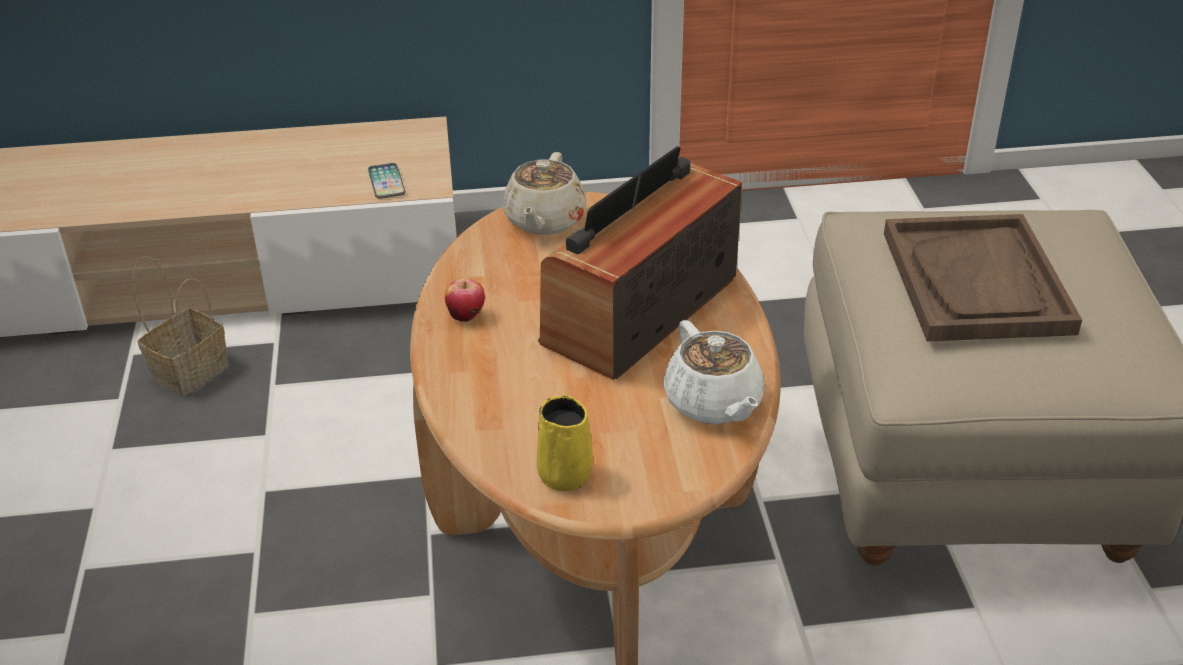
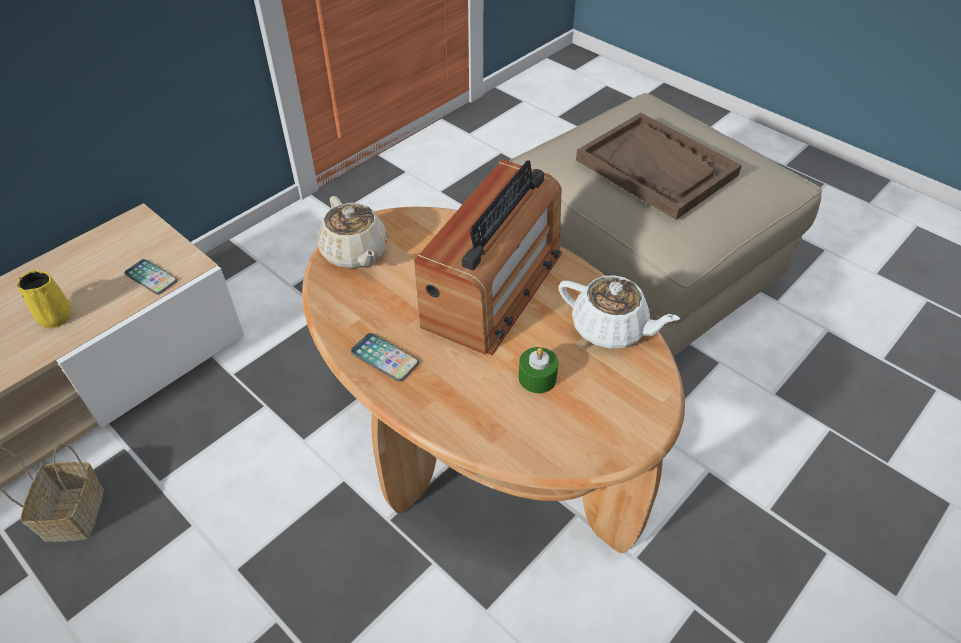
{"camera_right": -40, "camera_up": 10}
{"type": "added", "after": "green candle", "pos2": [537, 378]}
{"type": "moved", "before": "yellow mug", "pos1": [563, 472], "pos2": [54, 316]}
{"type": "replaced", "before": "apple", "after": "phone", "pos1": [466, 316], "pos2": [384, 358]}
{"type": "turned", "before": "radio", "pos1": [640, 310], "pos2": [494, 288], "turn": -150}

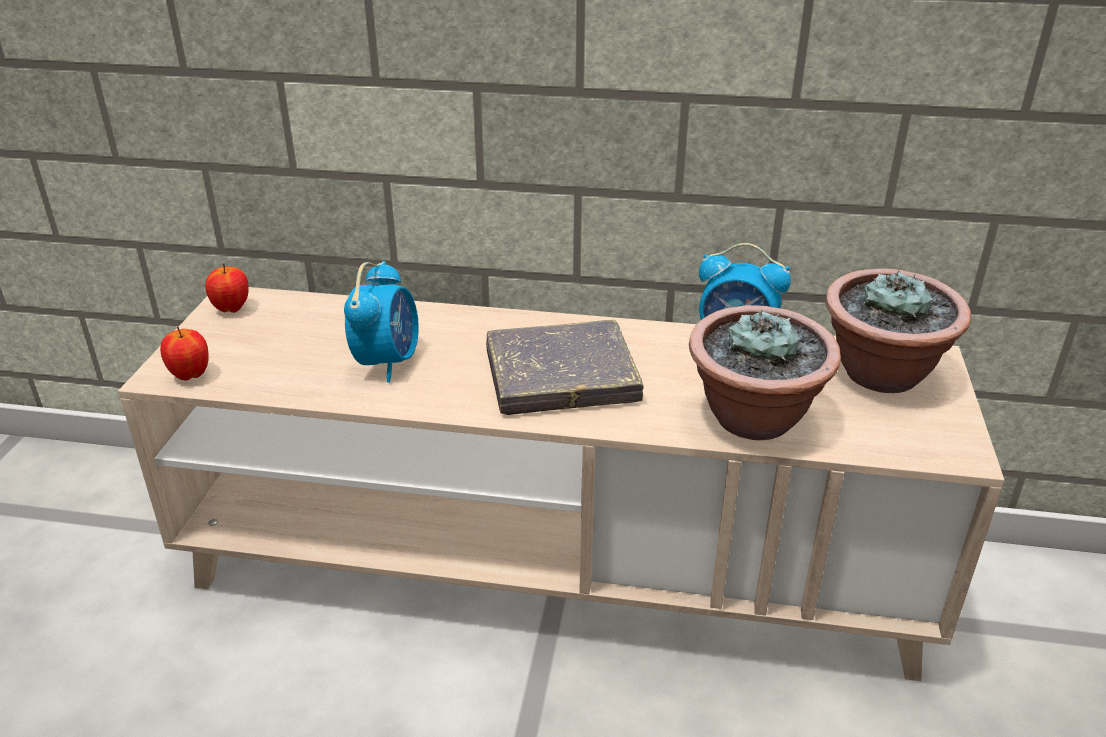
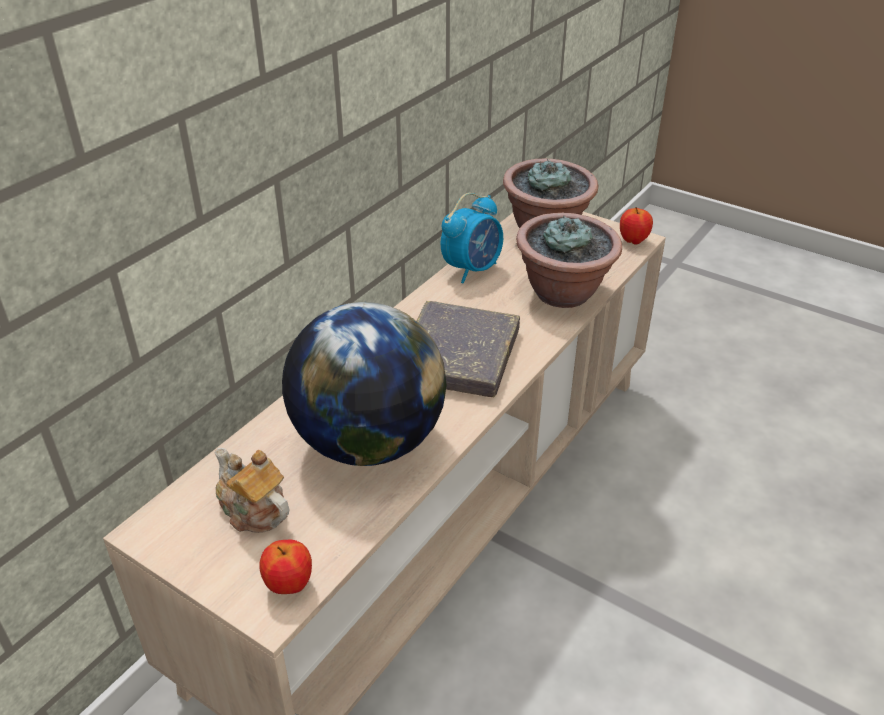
{"camera_right": -65, "camera_up": 5}
{"type": "added", "after": "teapot", "pos2": [253, 510]}
{"type": "moved", "before": "apple", "pos1": [231, 309], "pos2": [633, 241]}
{"type": "replaced", "before": "alarm clock", "after": "globe", "pos1": [387, 362], "pos2": [368, 442]}

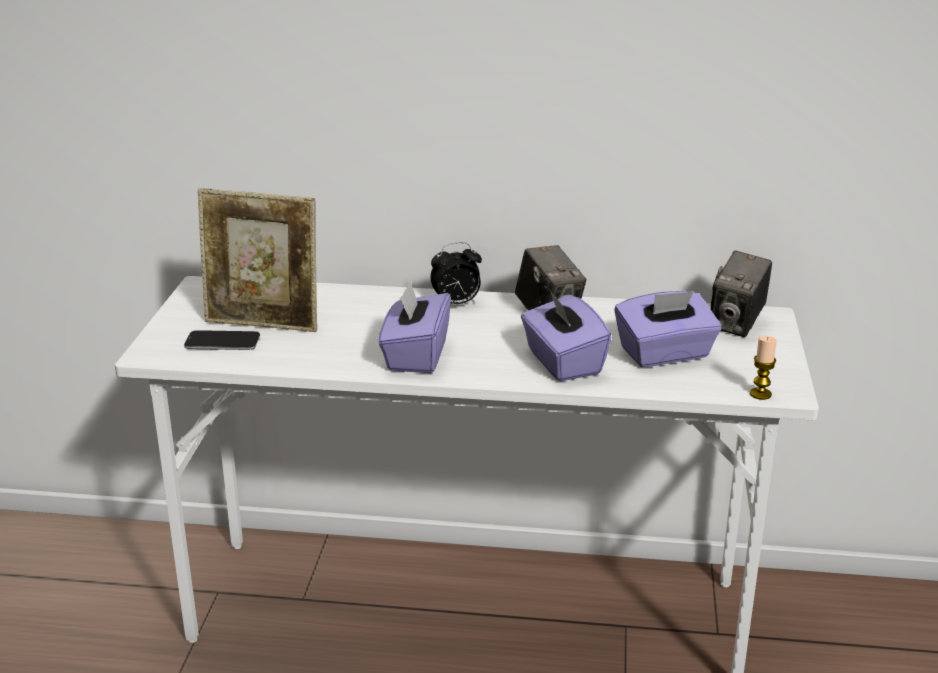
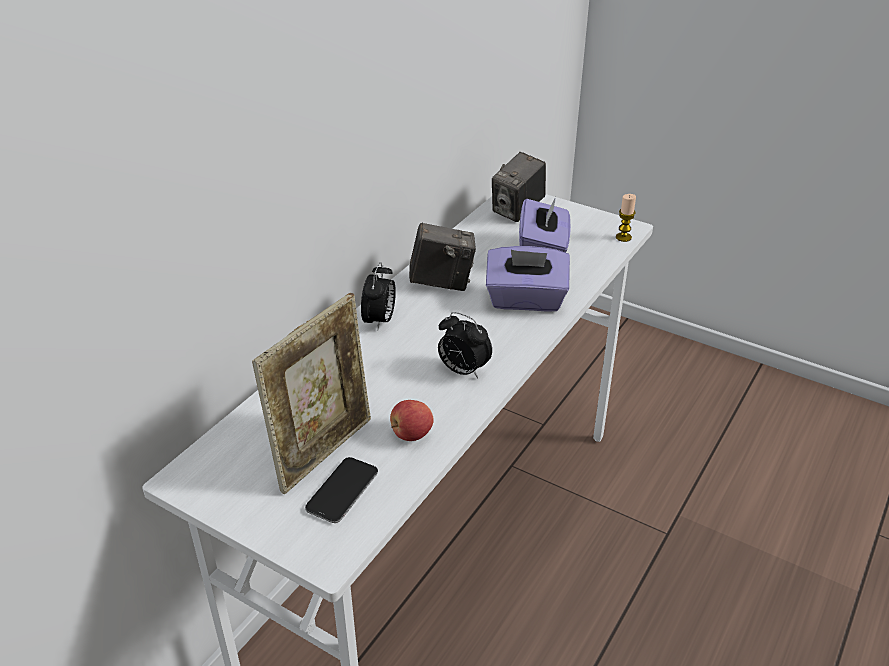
{"camera_right": -65, "camera_up": 10}
{"type": "added", "after": "apple", "pos2": [411, 434]}
{"type": "replaced", "before": "purple tissue box", "after": "alarm clock", "pos1": [416, 355], "pos2": [462, 370]}
{"type": "turned", "before": "photo camera", "pos1": [736, 324], "pos2": [517, 211], "turn": 75}

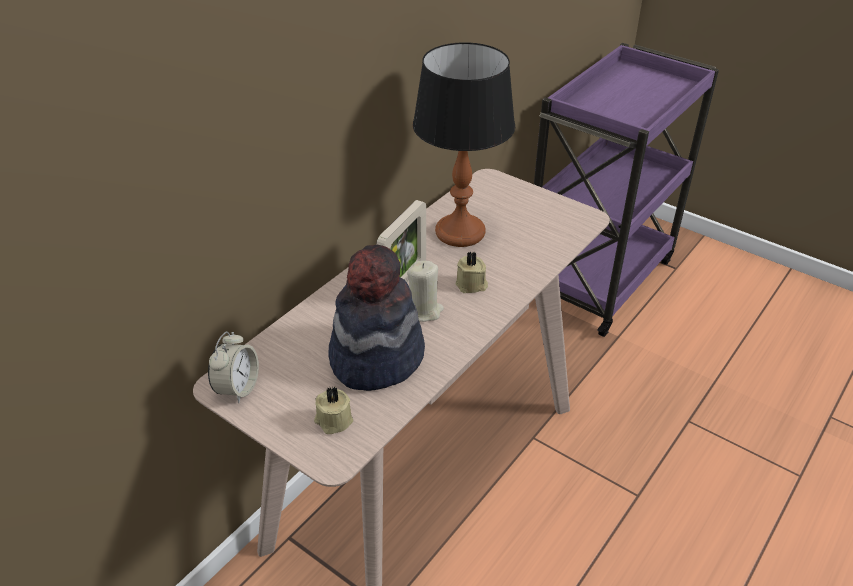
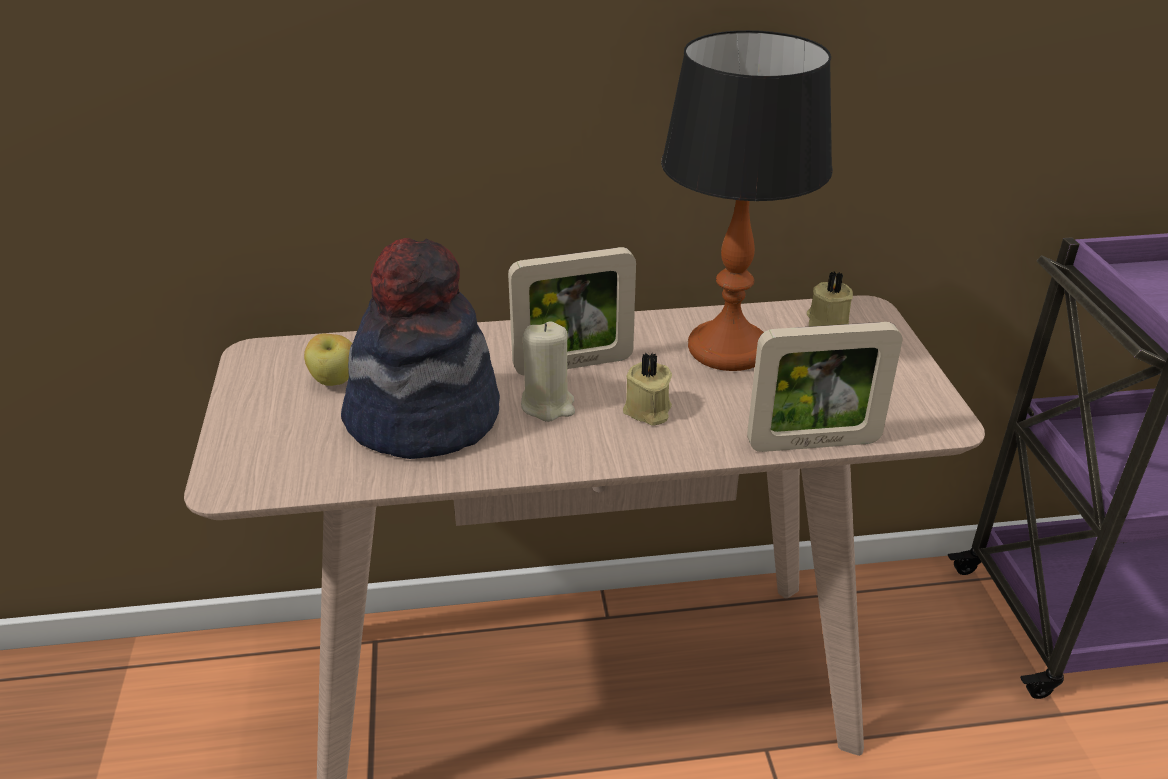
{"camera_right": 45, "camera_up": -5}
{"type": "removed", "before": "alarm clock", "pos1": [237, 388]}
{"type": "added", "after": "apple", "pos2": [334, 381]}
{"type": "added", "after": "picture frame", "pos2": [813, 443]}
{"type": "moved", "before": "beige candle", "pos1": [333, 421], "pos2": [827, 322]}

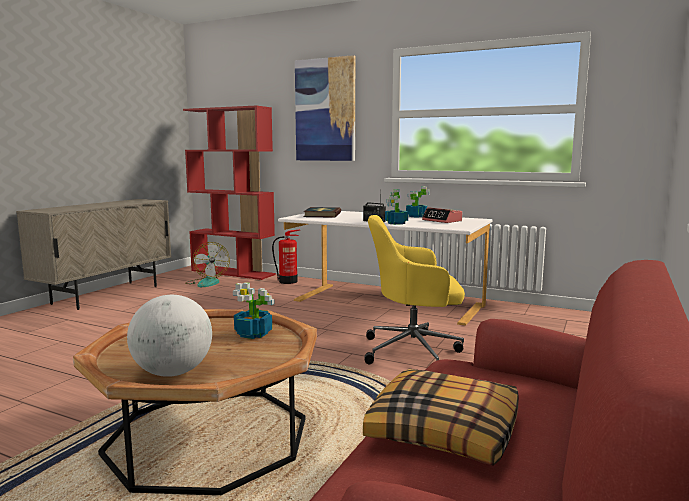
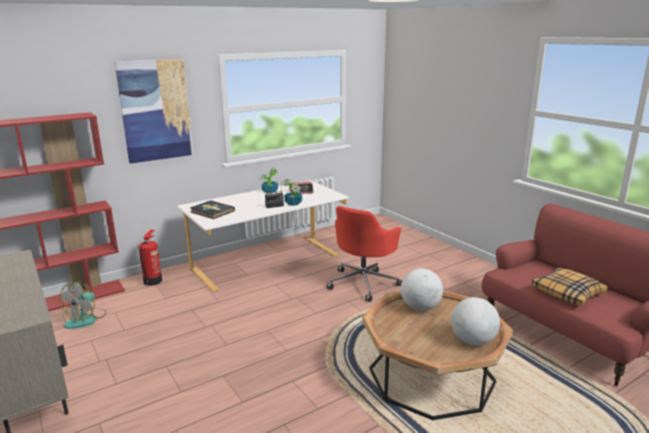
{"camera_right": -60, "camera_up": 10}
{"type": "replaced", "before": "potted plant", "after": "globe", "pos1": [254, 334], "pos2": [420, 307]}
{"type": "recoloured", "before": "yellow office chair", "after": "red office chair", "pos1": [414, 351], "pos2": [364, 283]}
{"type": "turned", "before": "fan", "pos1": [207, 282], "pos2": [86, 319], "turn": 105}

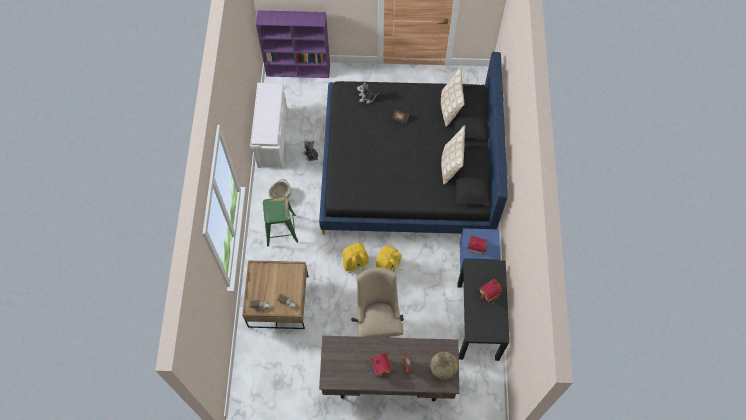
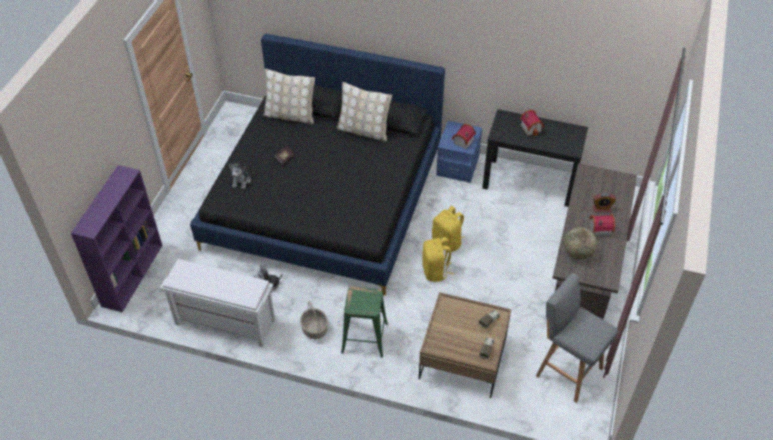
{"camera_right": -75, "camera_up": -15}
{"type": "removed", "before": "beige office chair", "pos1": [378, 323]}
{"type": "added", "after": "grey stool", "pos2": [567, 370]}
{"type": "moved", "before": "globe", "pos1": [443, 369], "pos2": [577, 253]}

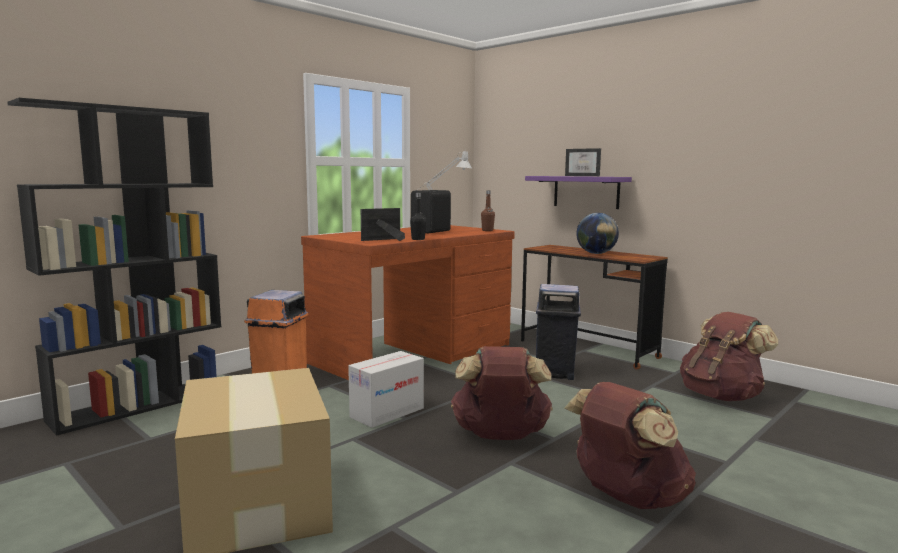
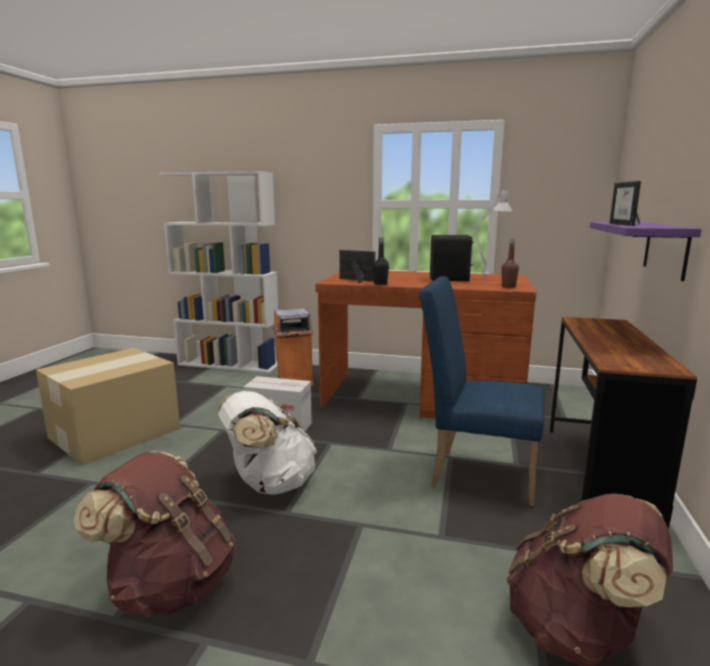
{"camera_right": 60, "camera_up": 5}
{"type": "removed", "before": "globe", "pos1": [596, 253]}
{"type": "replaced", "before": "blue trash can", "after": "blue chair", "pos1": [555, 372], "pos2": [475, 473]}
{"type": "recoloured", "before": "black bookcase", "after": "white bookcase", "pos1": [141, 404], "pos2": [230, 364]}
{"type": "recoloured", "before": "brown backpack", "after": "white backpack", "pos1": [500, 436], "pos2": [269, 483]}

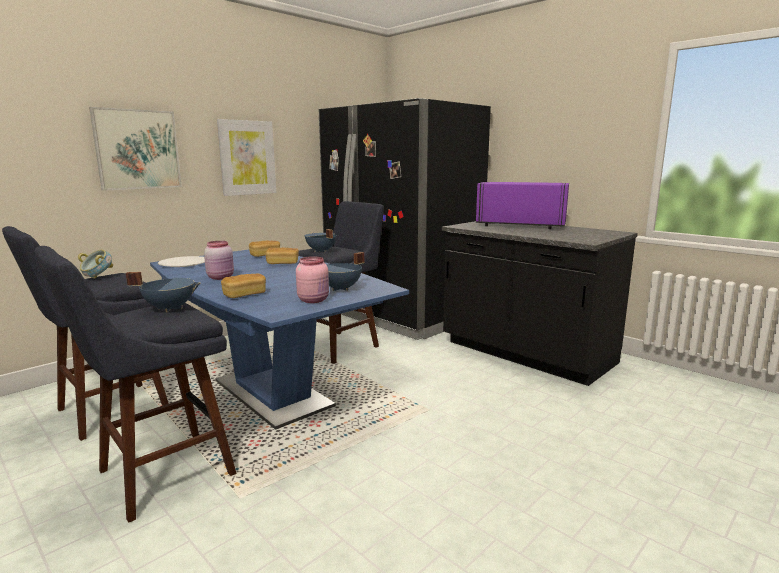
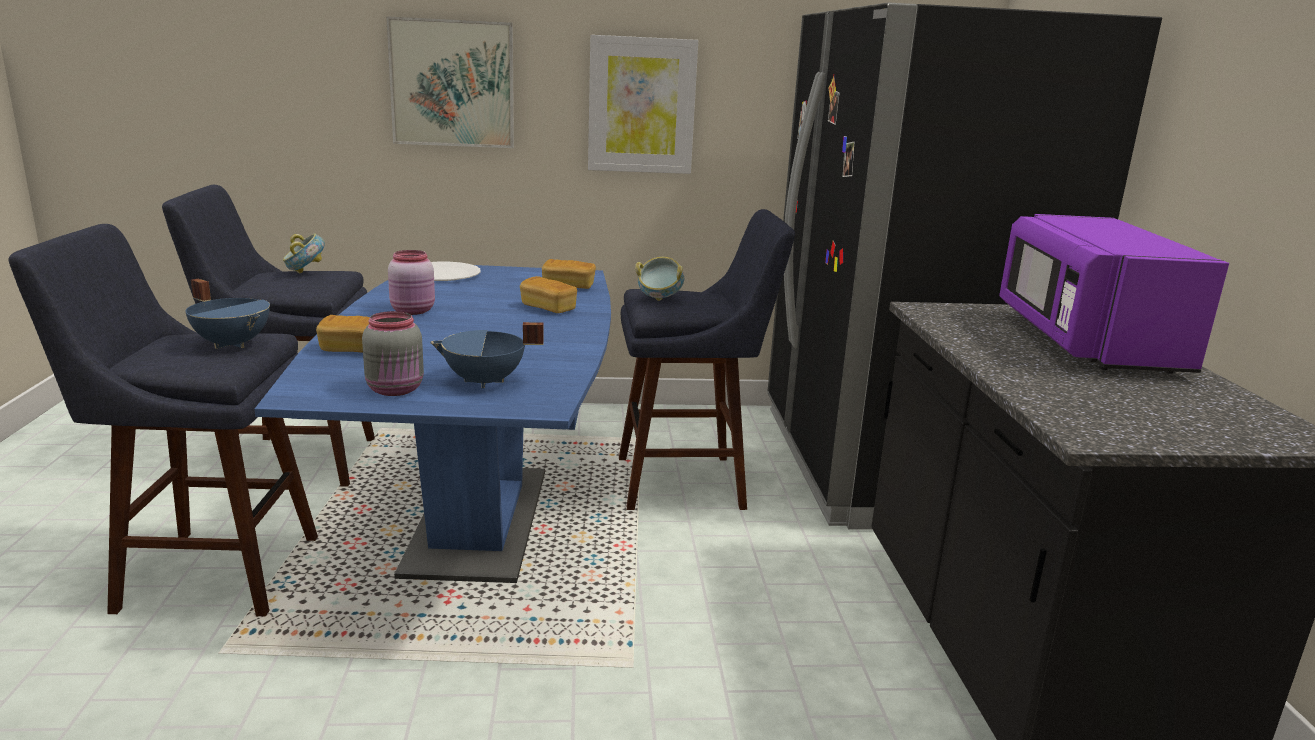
{"camera_right": 40, "camera_up": 5}
{"type": "replaced", "before": "blue cooking pot", "after": "bowl", "pos1": [320, 251], "pos2": [659, 299]}
{"type": "recoloured", "before": "pink jar", "after": "grey jar", "pos1": [314, 300], "pos2": [396, 390]}
{"type": "turned", "before": "purple microwave", "pos1": [521, 225], "pos2": [1085, 342], "turn": -150}

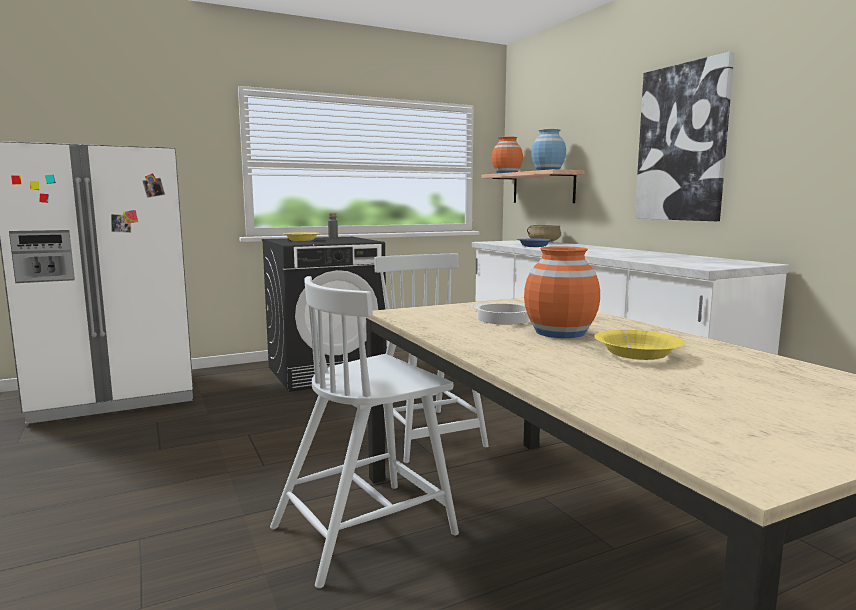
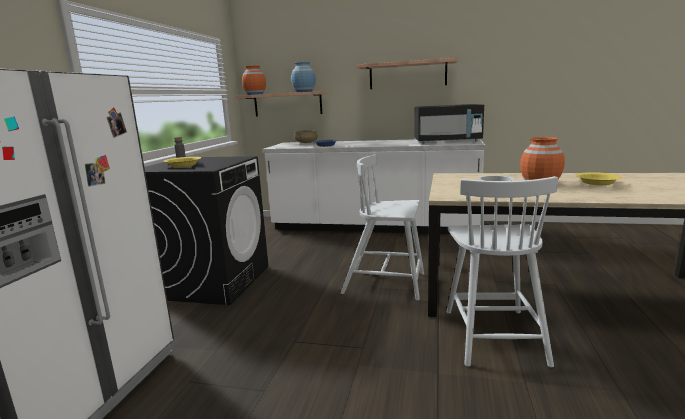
{"camera_right": -50, "camera_up": 5}
{"type": "added", "after": "black microwave", "pos2": [447, 142]}
{"type": "replaced", "before": "picture", "after": "shelf", "pos1": [682, 143], "pos2": [407, 75]}

